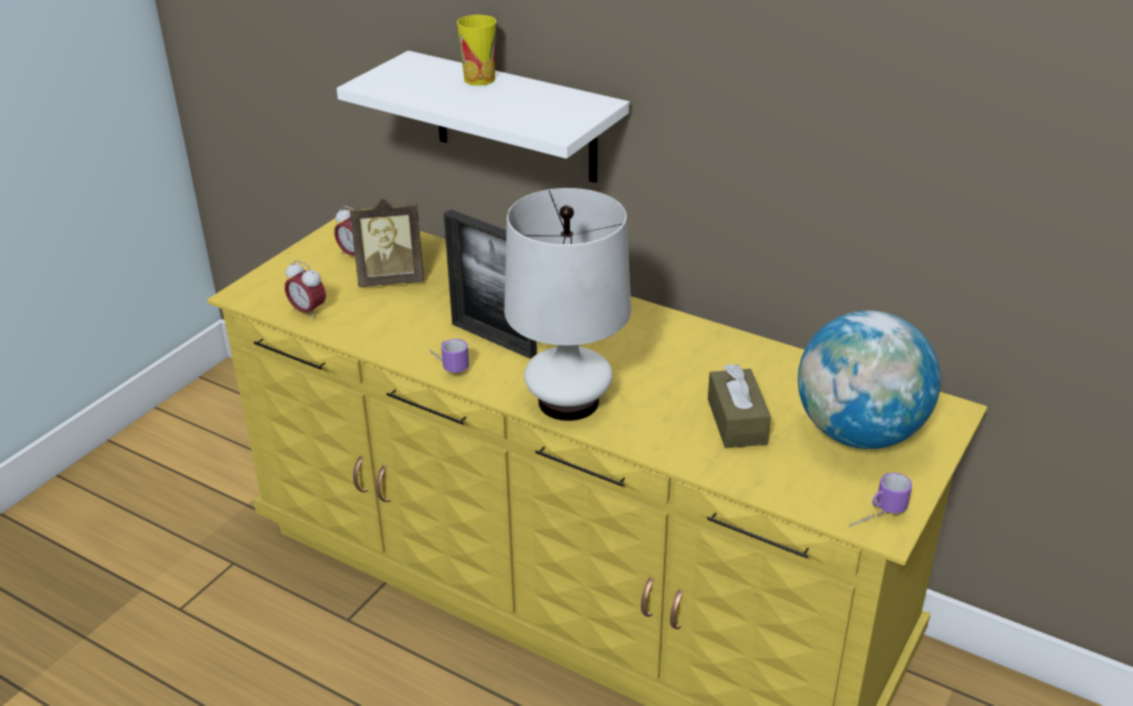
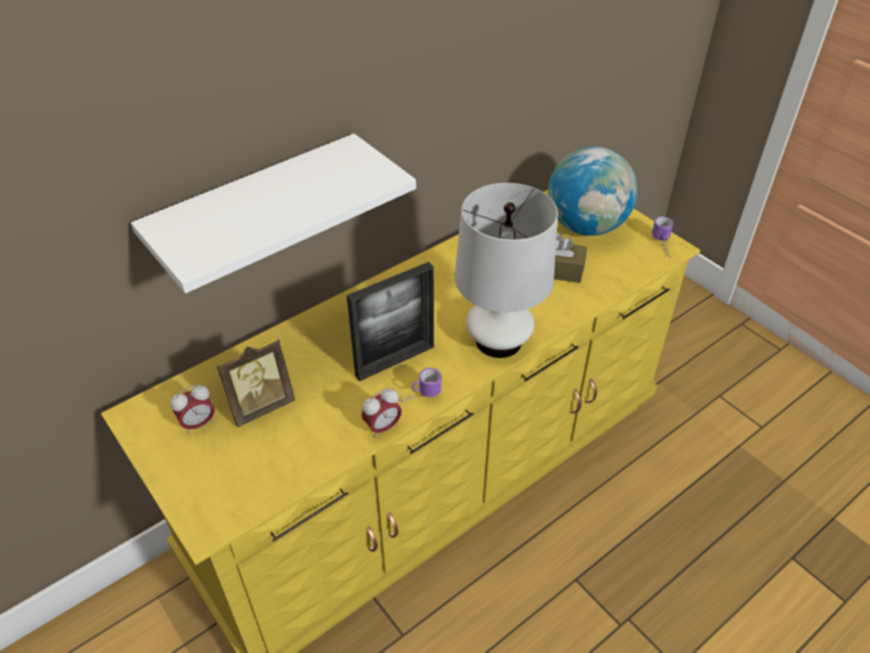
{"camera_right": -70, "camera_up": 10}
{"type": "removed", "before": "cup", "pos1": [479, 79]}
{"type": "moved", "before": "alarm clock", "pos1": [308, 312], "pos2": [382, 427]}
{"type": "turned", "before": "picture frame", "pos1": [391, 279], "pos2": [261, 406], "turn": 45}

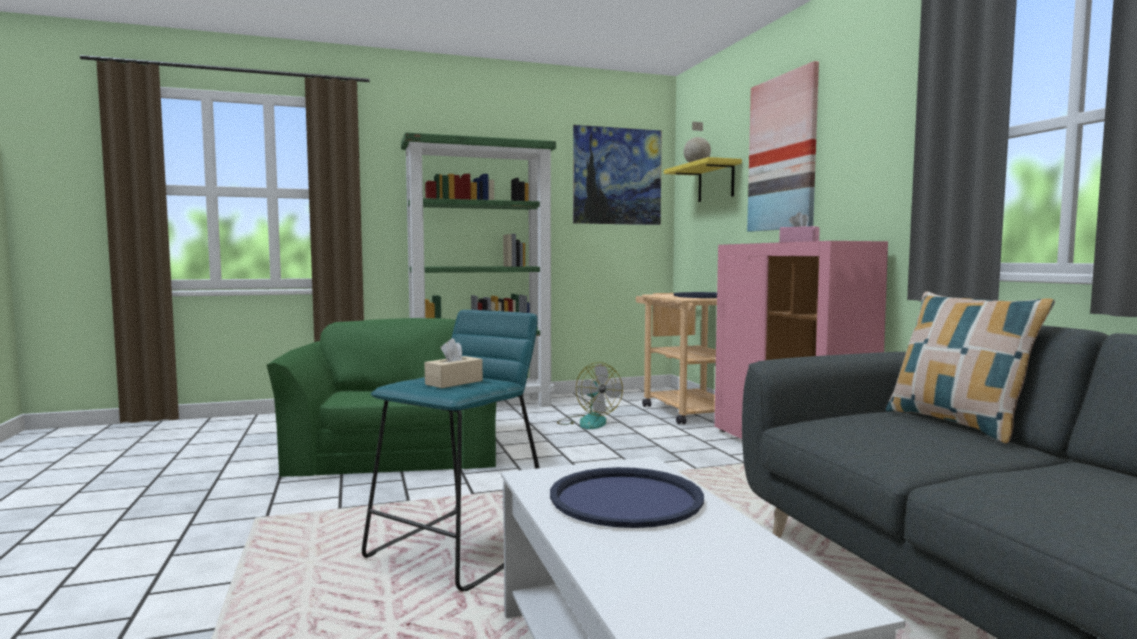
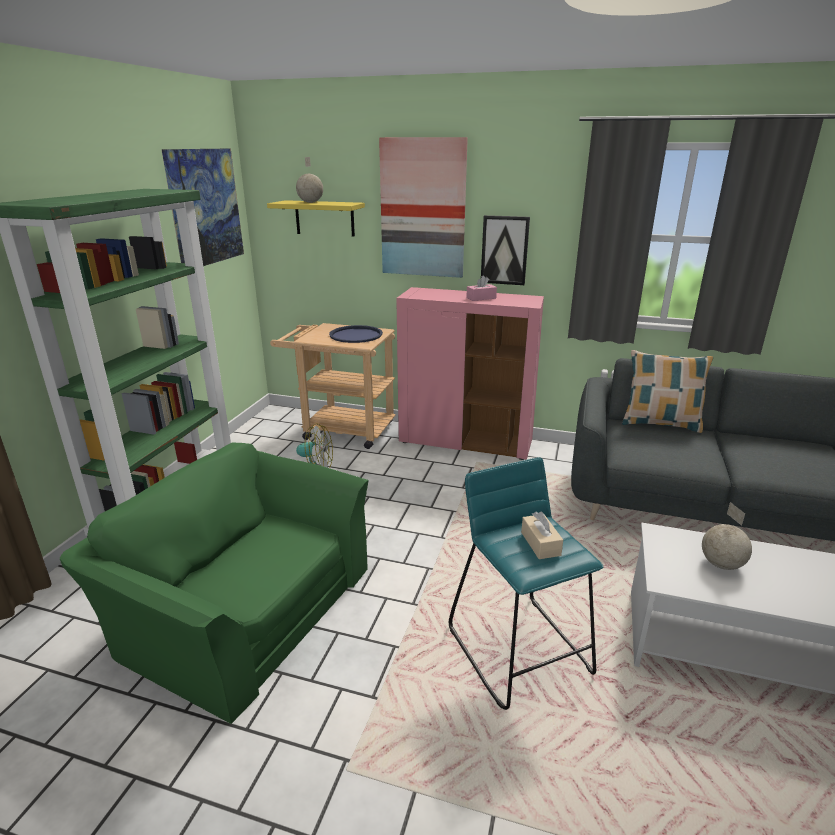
{"camera_right": -55, "camera_up": 20}
{"type": "added", "after": "picture", "pos2": [504, 250]}
{"type": "replaced", "before": "blue tray", "after": "globe", "pos1": [626, 499], "pos2": [721, 565]}

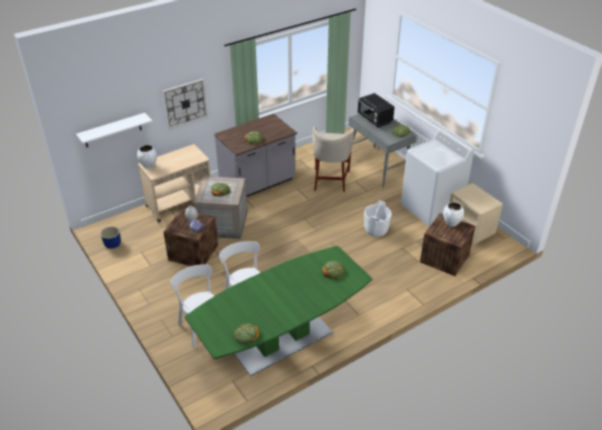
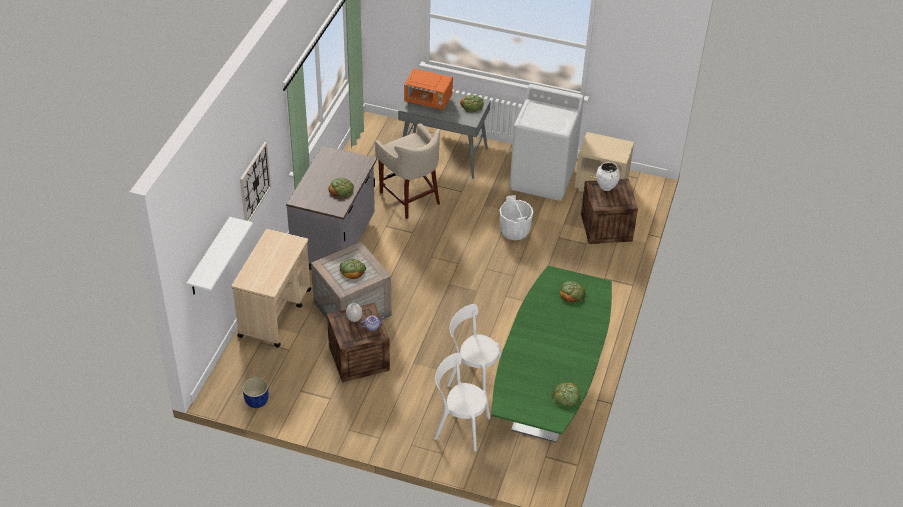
{"camera_right": -40, "camera_up": 5}
{"type": "removed", "before": "white vase", "pos1": [149, 166]}
{"type": "recoloured", "before": "black microwave", "after": "orange microwave", "pos1": [374, 119], "pos2": [428, 101]}

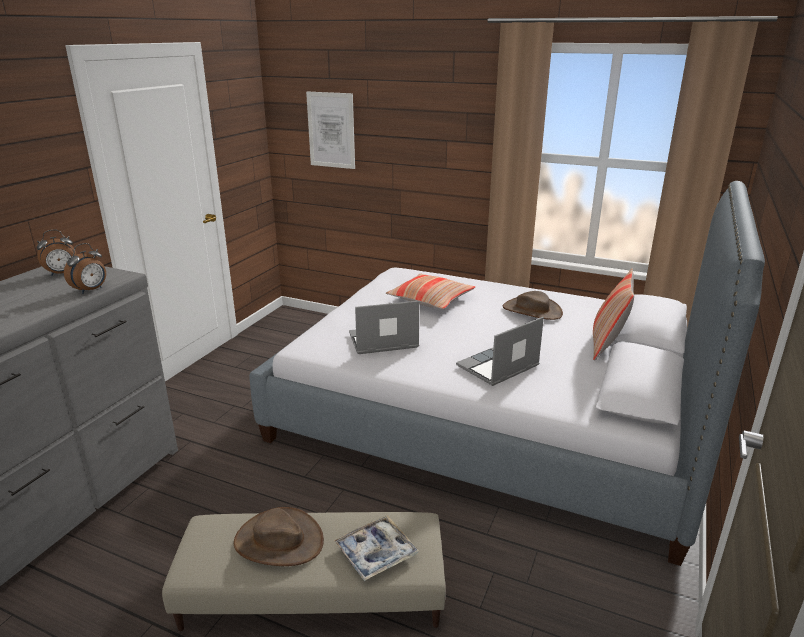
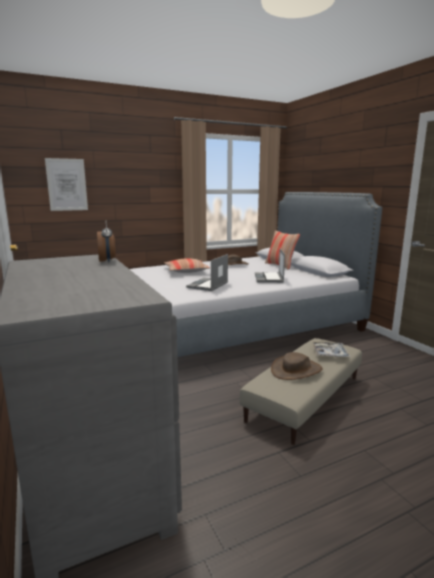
{"camera_right": -50, "camera_up": -10}
{"type": "removed", "before": "alarm clock", "pos1": [62, 274]}

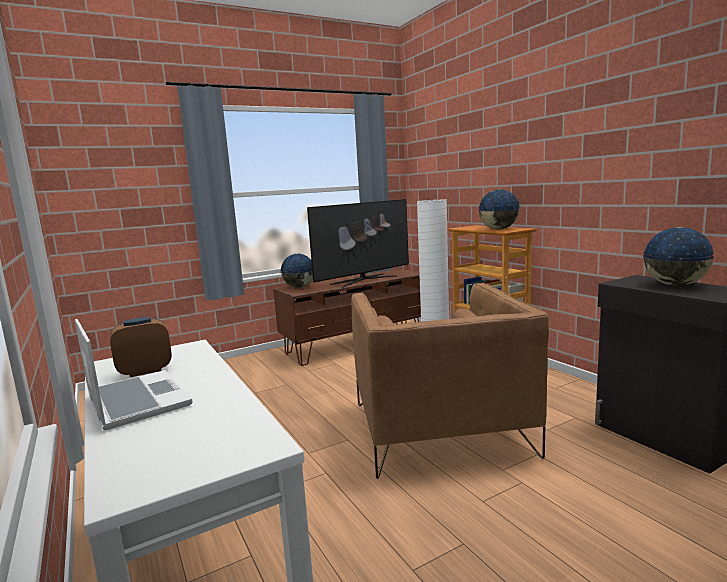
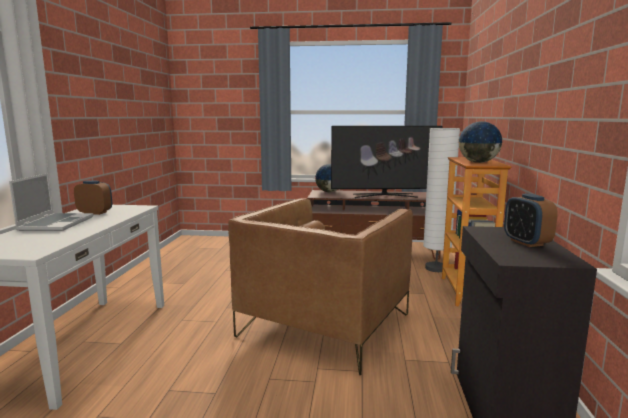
{"camera_right": 35, "camera_up": 0}
{"type": "replaced", "before": "globe", "after": "alarm clock", "pos1": [675, 285], "pos2": [526, 242]}

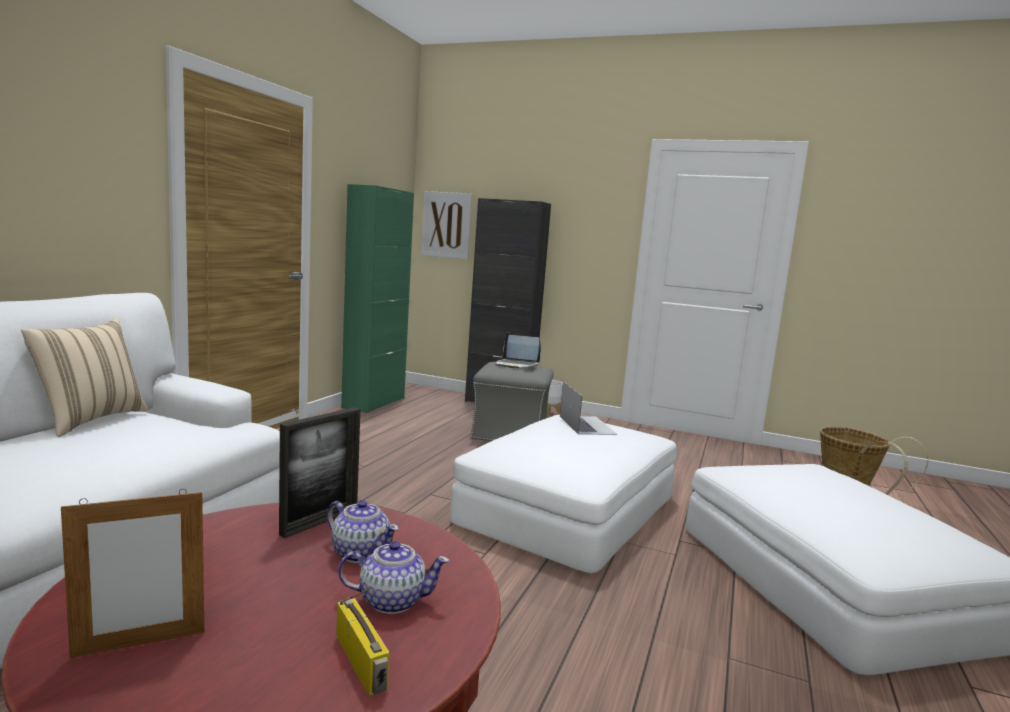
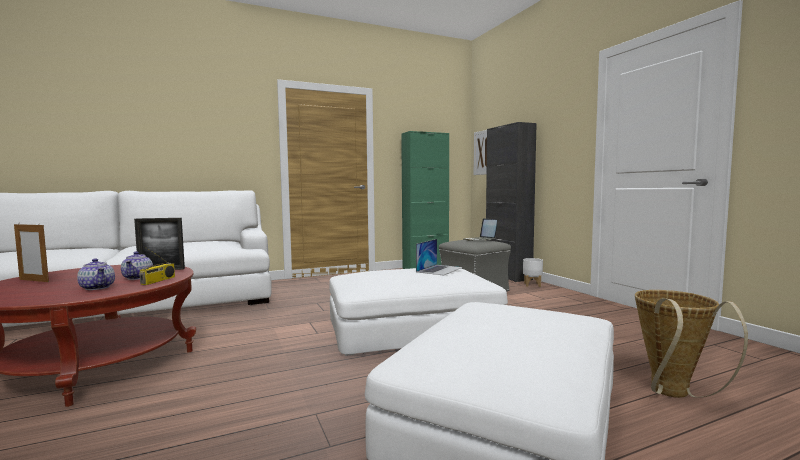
{"camera_right": 45, "camera_up": -5}
{"type": "removed", "before": "beige pillow", "pos1": [90, 420]}
{"type": "moved", "before": "radio", "pos1": [362, 662], "pos2": [158, 281]}

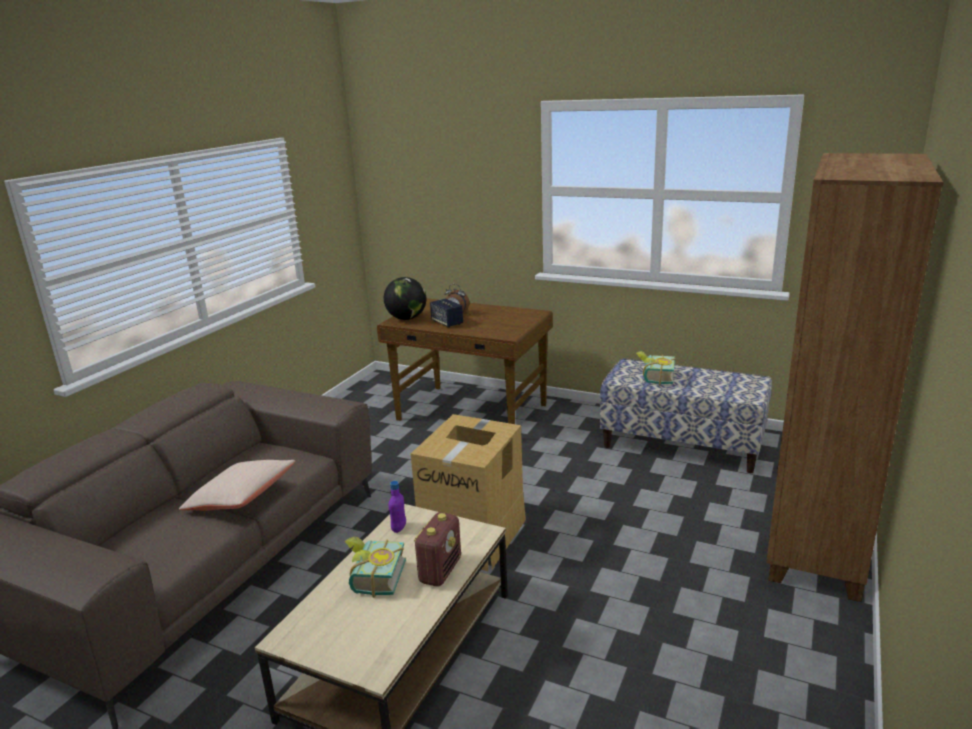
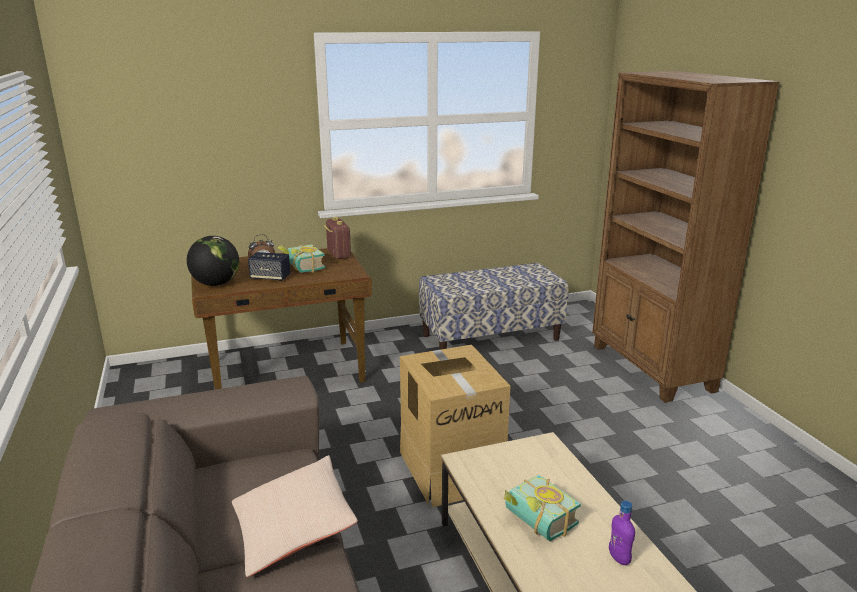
{"camera_right": -45, "camera_up": 0}
{"type": "moved", "before": "purple bottle", "pos1": [399, 528], "pos2": [619, 558]}
{"type": "moved", "before": "radio", "pos1": [440, 570], "pos2": [338, 254]}
{"type": "moved", "before": "book", "pos1": [654, 378], "pos2": [301, 268]}

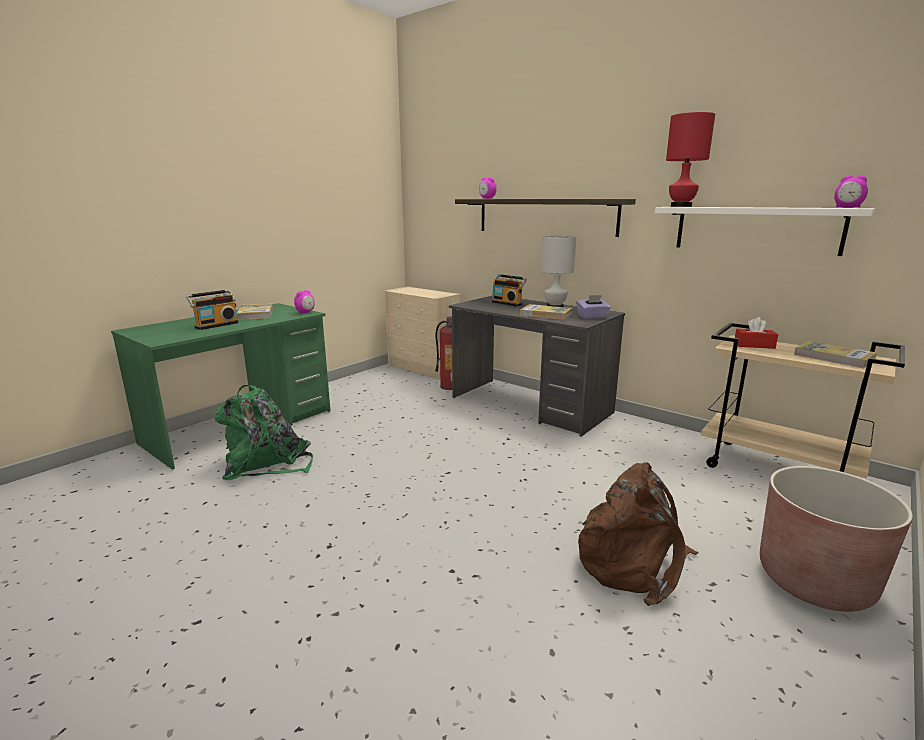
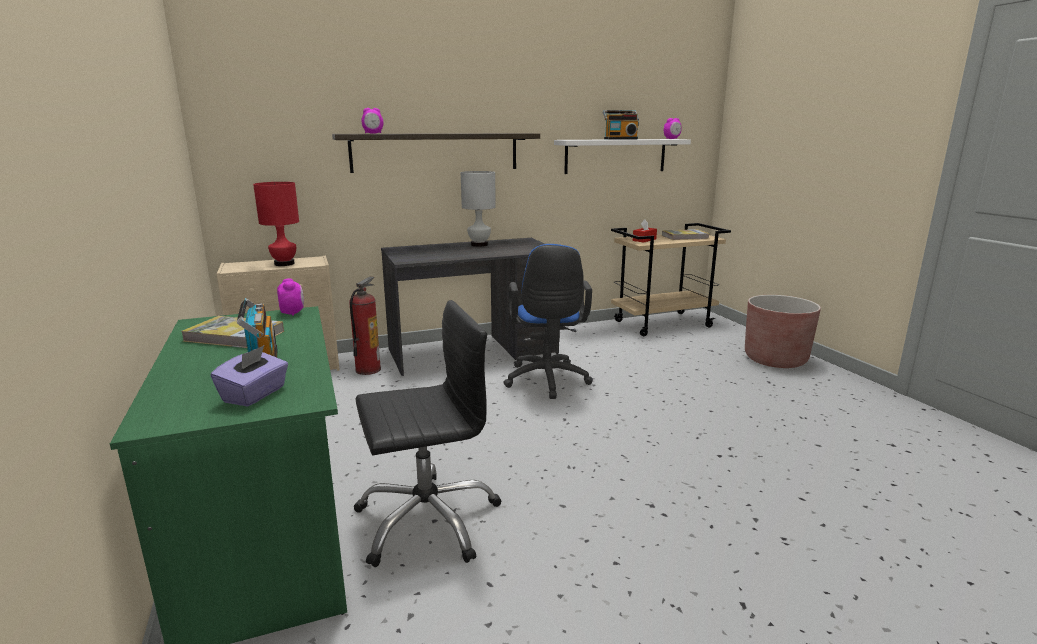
{"camera_right": -60, "camera_up": 0}
{"type": "removed", "before": "book", "pos1": [546, 314]}
{"type": "removed", "before": "brown backpack", "pos1": [633, 563]}
{"type": "added", "after": "blue office chair", "pos2": [547, 382]}
{"type": "moved", "before": "radio", "pos1": [508, 303], "pos2": [620, 139]}
{"type": "moved", "before": "purple tissue box", "pos1": [592, 317], "pos2": [255, 395]}
{"type": "moved", "before": "red table lamp", "pos1": [681, 206], "pos2": [284, 264]}
{"type": "replaced", "before": "green backpack", "after": "black office chair", "pos1": [267, 463], "pos2": [427, 520]}

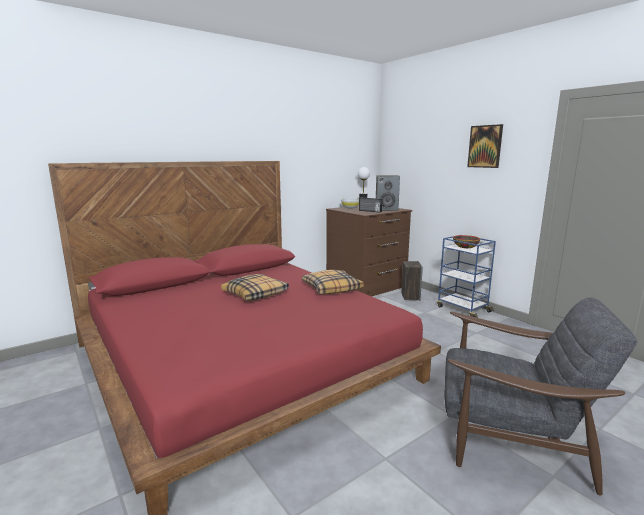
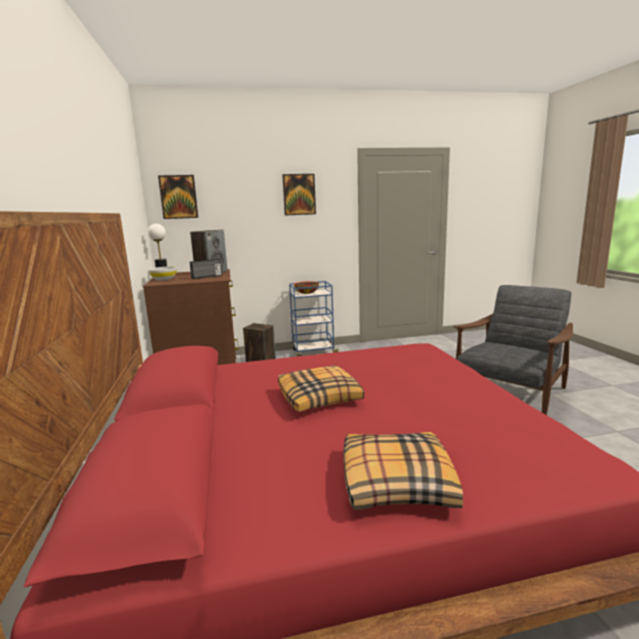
{"camera_right": -65, "camera_up": 0}
{"type": "added", "after": "picture", "pos2": [178, 197]}
{"type": "moved", "before": "pillow", "pos1": [331, 288], "pos2": [395, 482]}

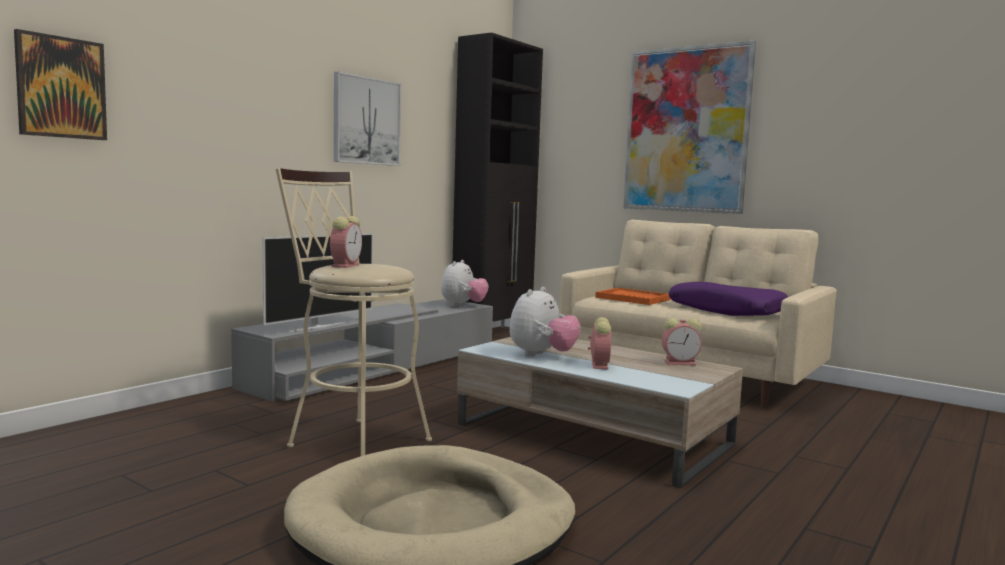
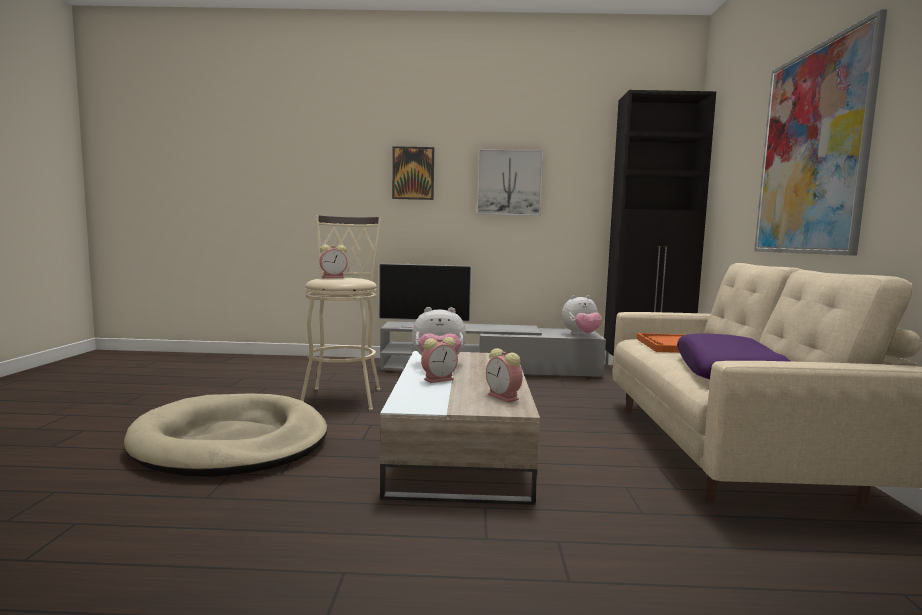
{"camera_right": 55, "camera_up": 0}
{"type": "moved", "before": "picture", "pos1": [61, 87], "pos2": [413, 173]}

